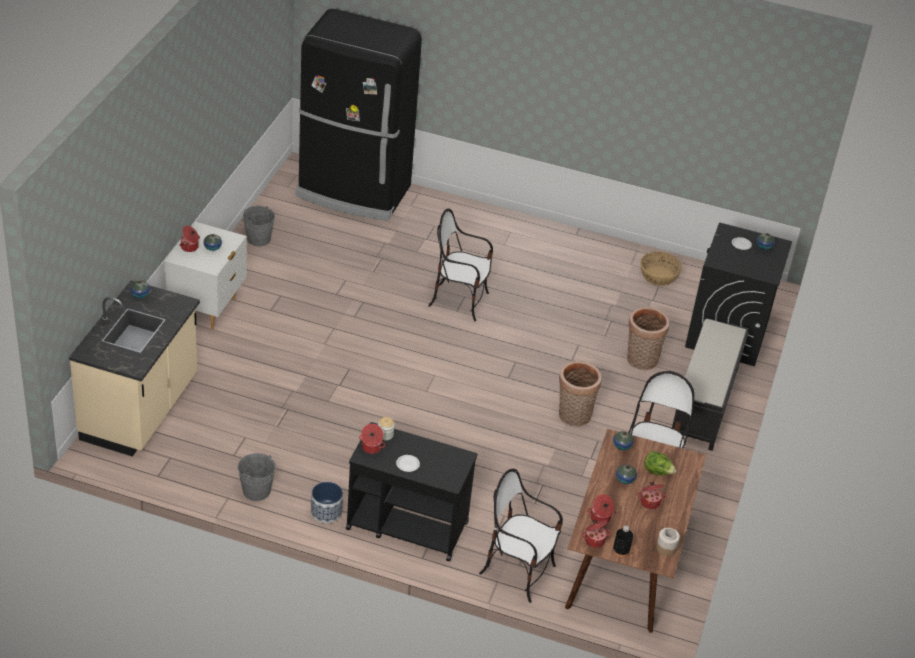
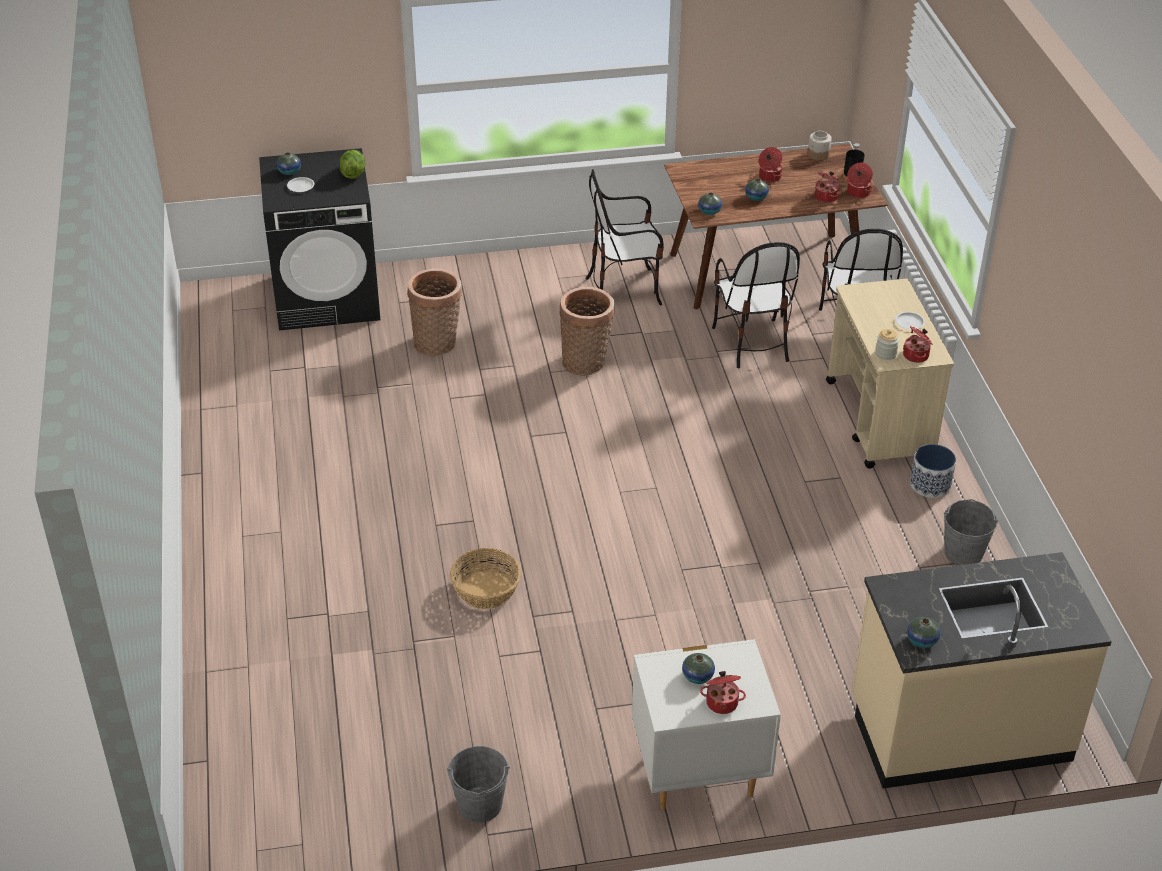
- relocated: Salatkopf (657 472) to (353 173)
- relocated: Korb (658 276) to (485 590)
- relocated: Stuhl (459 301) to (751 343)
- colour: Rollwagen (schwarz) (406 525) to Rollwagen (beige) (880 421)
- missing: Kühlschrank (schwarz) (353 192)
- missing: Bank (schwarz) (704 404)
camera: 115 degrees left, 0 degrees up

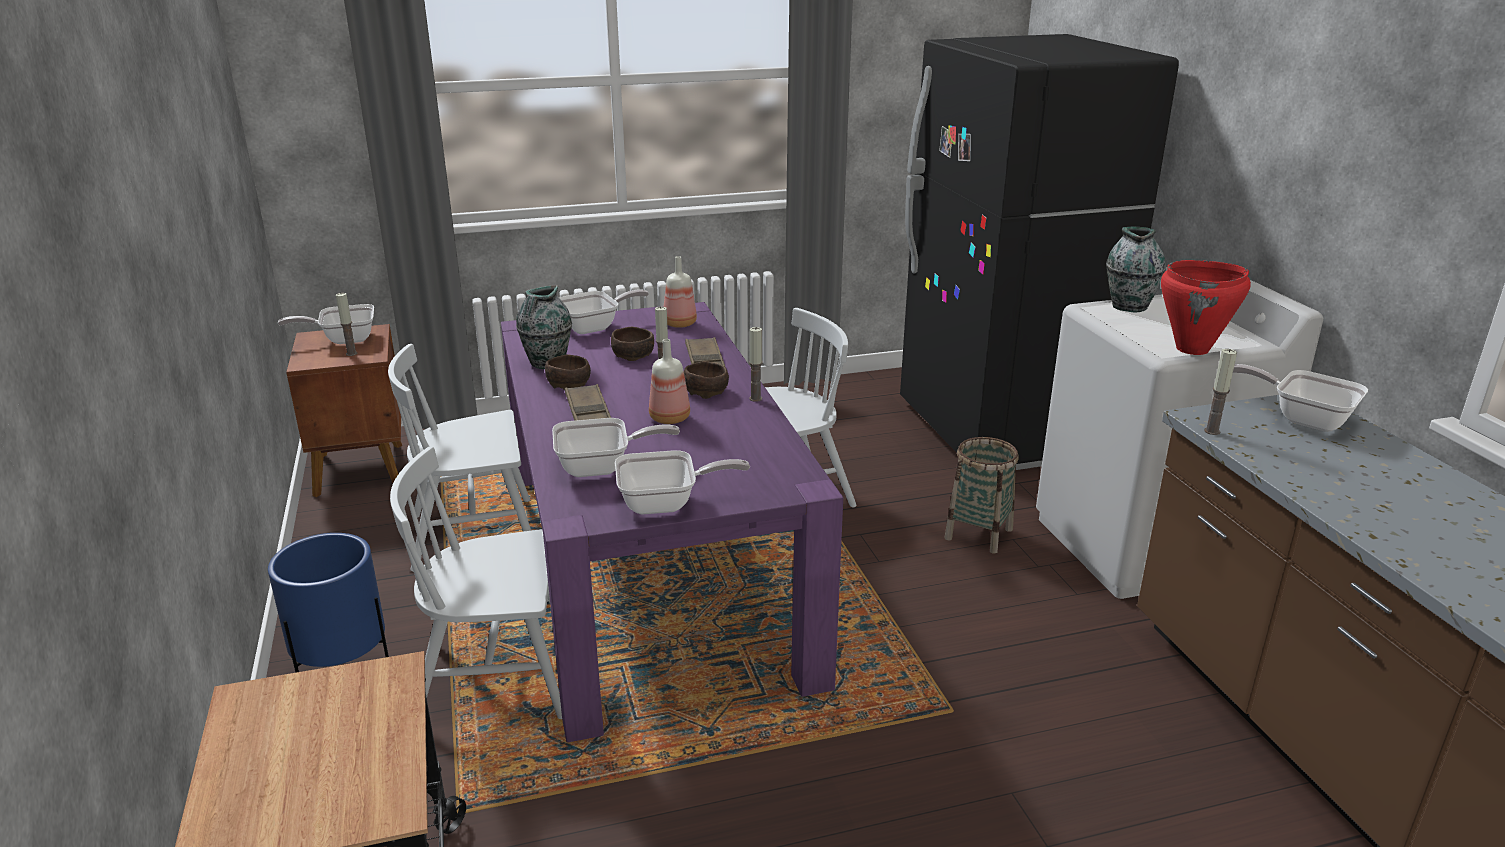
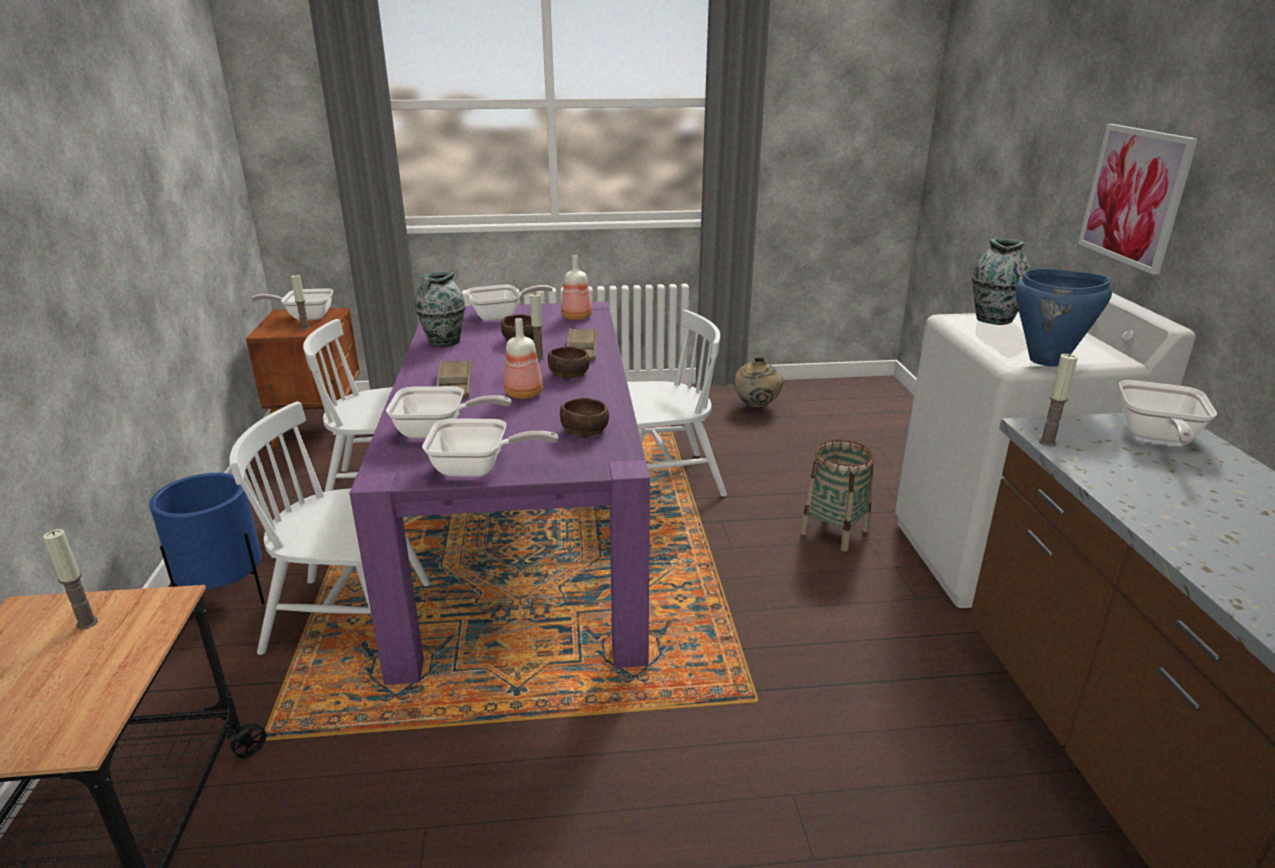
- relocated: Kerze (755 398) to (87 623)
- relocated: Schüssel (braun) (569 384) to (585 430)
- appeared: Vase (beige) (756 406)
- colour: Kochtopf (rot) (1193 349) to Kochtopf (blau) (1047 361)
- appeared: Bild (1135 196)
- spun: Pfanne (1303 418) = (1155 437) 120 degrees counterclockwise
- missing: Kühlschrank (schwarz) (999 430)
camera: 10 degrees right, 0 degrees up

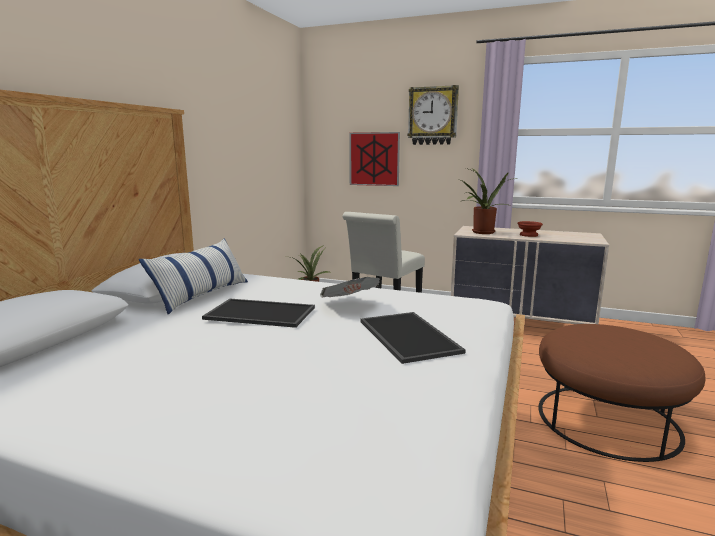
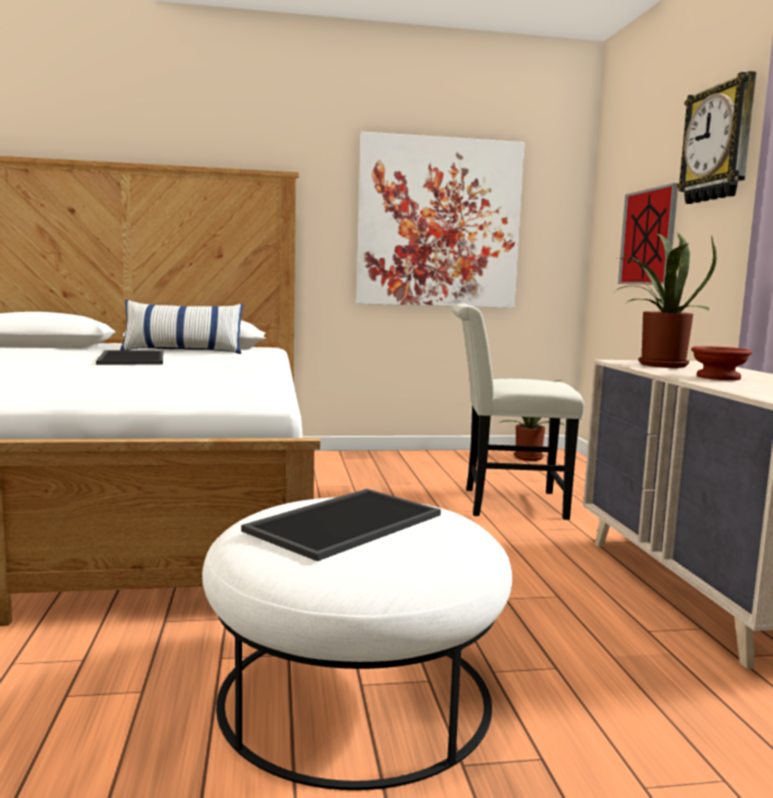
- colour: Polsterhocker (braun) (607 419) to Polsterhocker (weiß) (356 695)
- relocated: Tablett (406 336) to (344 521)
- appeared: Bild (439 223)
- missing: Zeitung (349 304)
camera: 60 degrees right, 5 degrees down

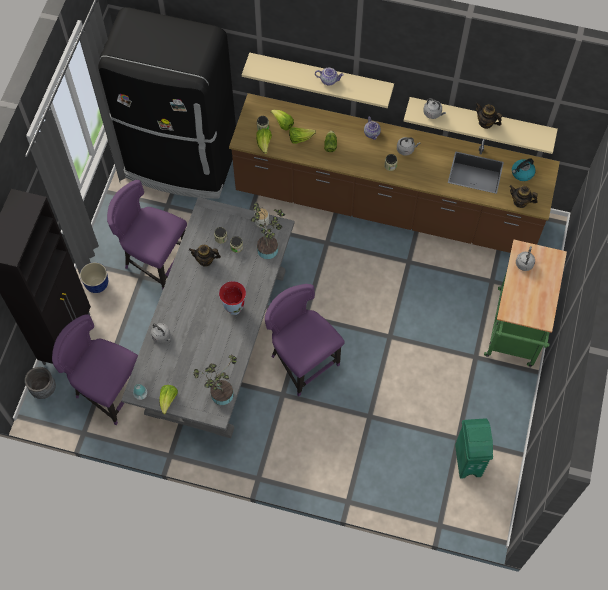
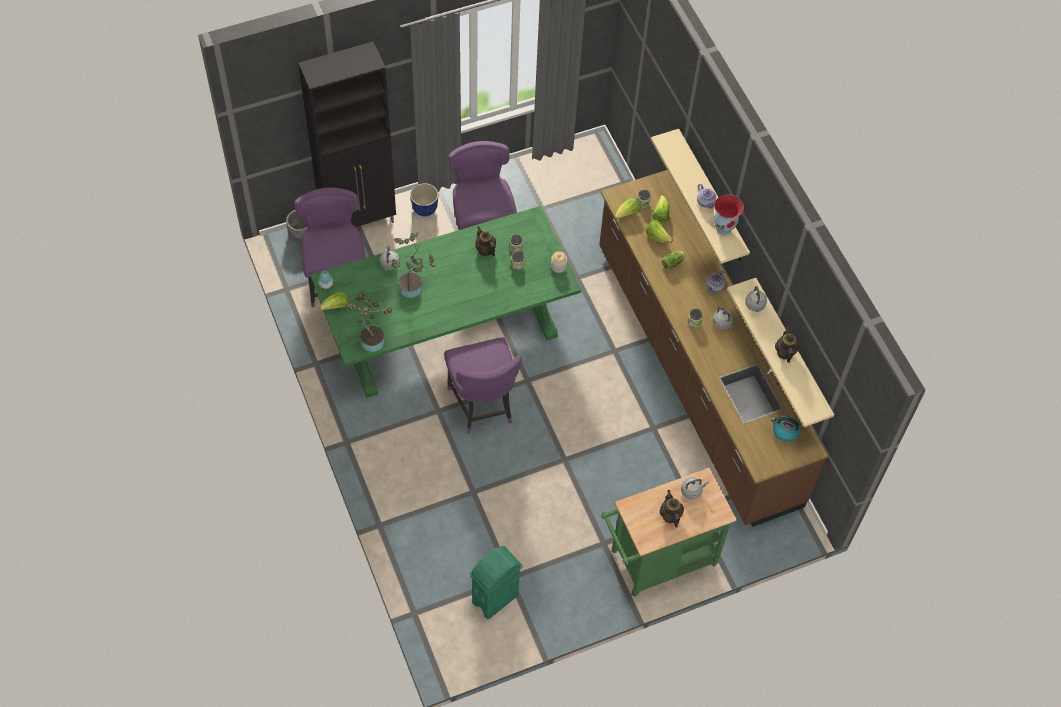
- colour: Esstisch (grau) (217 341) to Esstisch (grün) (446 329)
- relocated: Topfpflanze (269 248) to (413 288)
- spun: Stuhl (lila) (303 361) = (482 406) 150 degrees clockwise
- relocated: Teekanne (520 202) to (670 516)
- relocated: Vase (234 308) to (724 228)
- missing: Kühlschrank (schwarz) (181 162)
camera: 50 degrees right, 5 degrees down

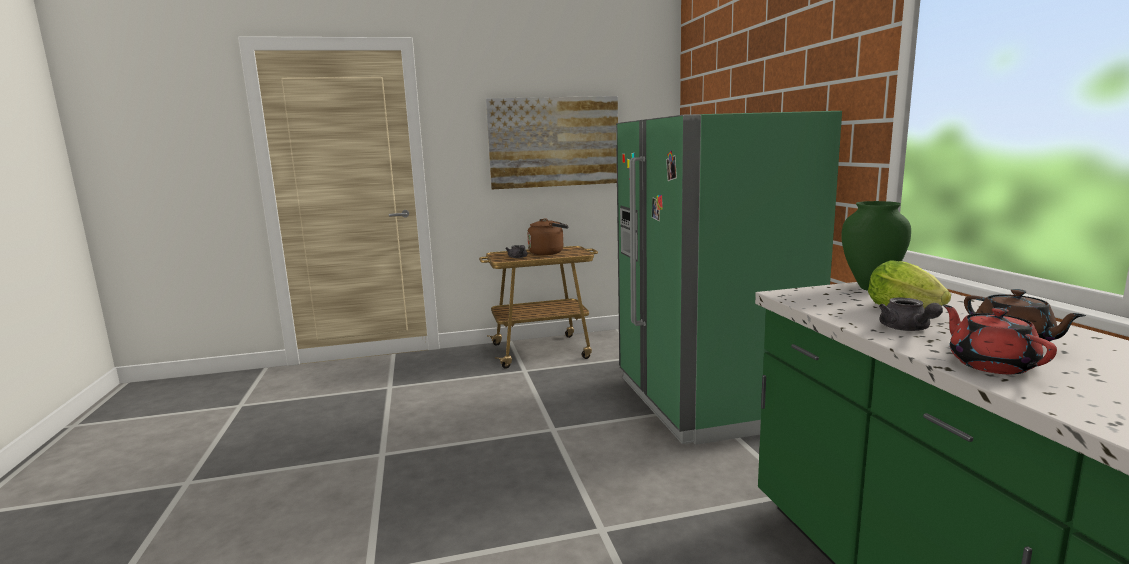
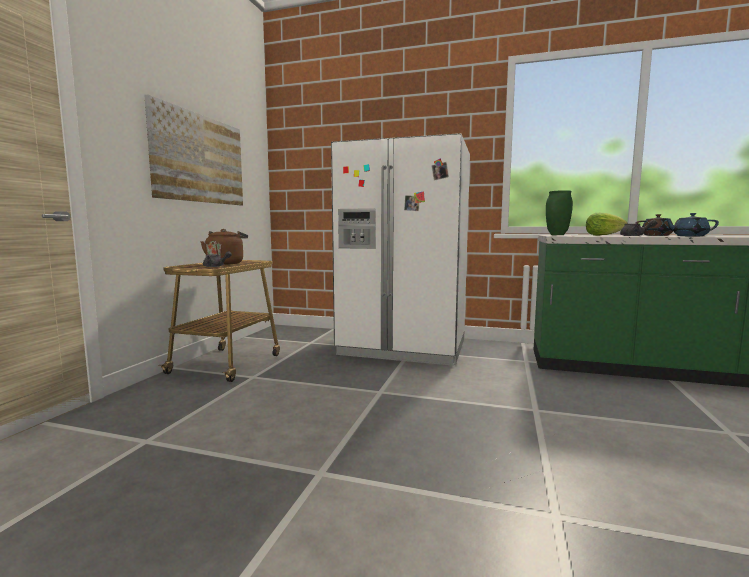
- colour: Kühlschrank (grün) (709 400) to Kühlschrank (weiß) (403 348)
- colour: Teekanne (rot) (990 364) to Teekanne (blau) (689 236)
camera: 60 degrees left, 5 degrees down

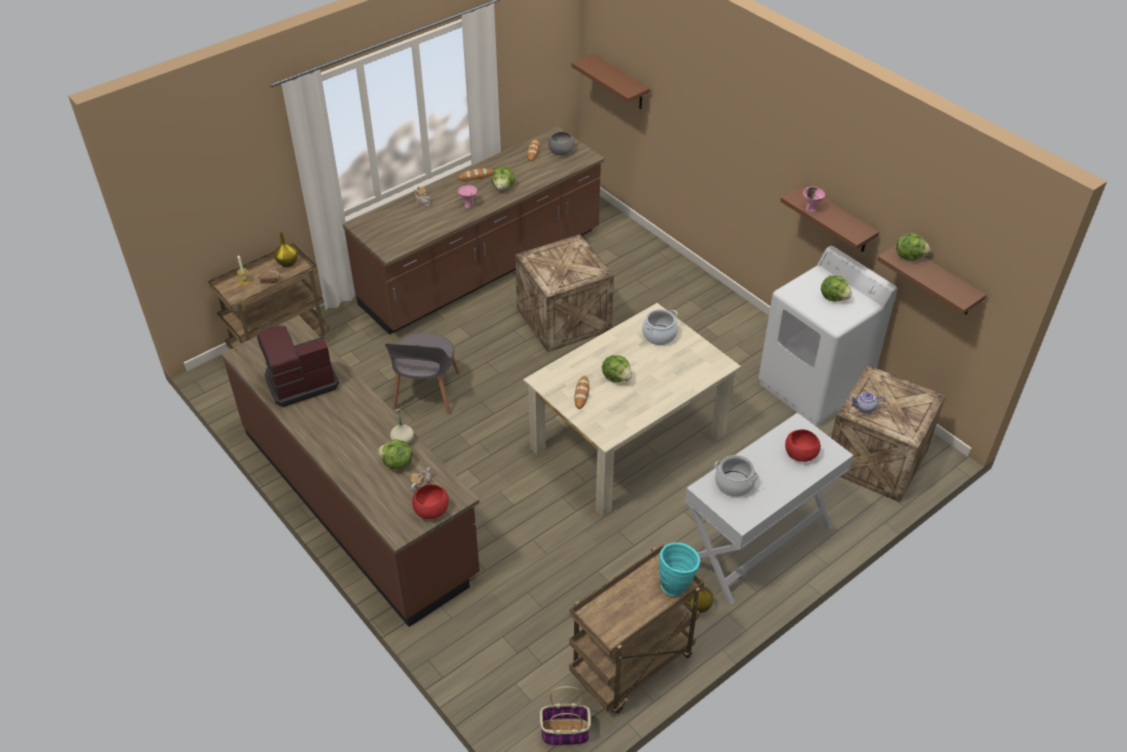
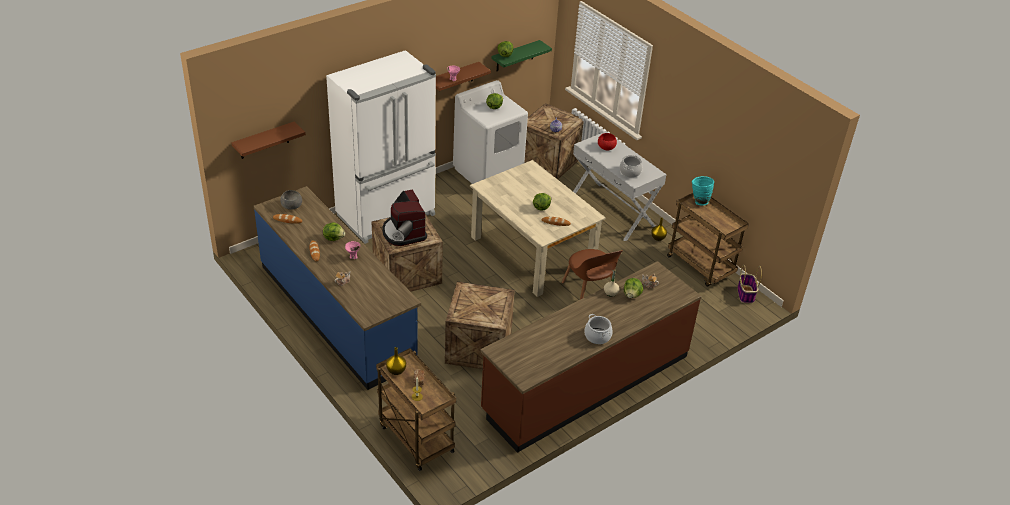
- colour: Küchenzeile (braun) (483 269) to Küchenzeile (blau) (337 313)
- appeared: Kühlschrank (weiß) (387 216)
- relocated: Kaffeemaschine (300 381) to (403 232)
- exchanged: Stuhl (grau) (426 393) to Kiste (479 348)
- colour: Wandregal (braun) (938 281) to Wandregal (grün) (515 56)
- appeared: Stuhl (braun) (589 293)
- relocated: Kochtopf (659 335) to (597 336)
- missing: Schüssel (rot) (431 509)
camera: 90 degrees left, 5 degrees down

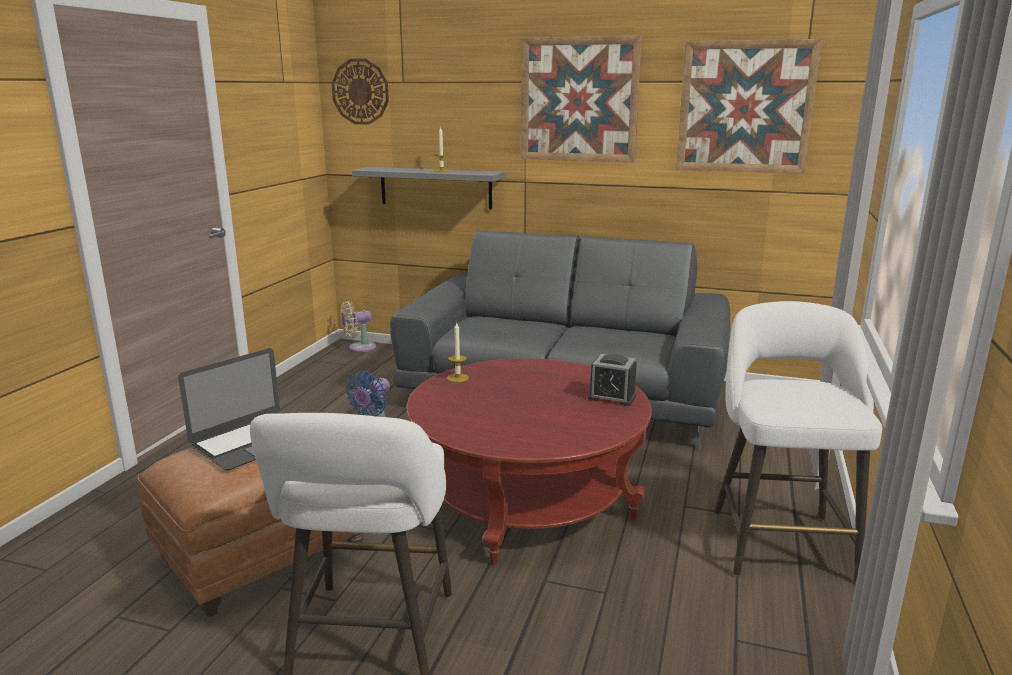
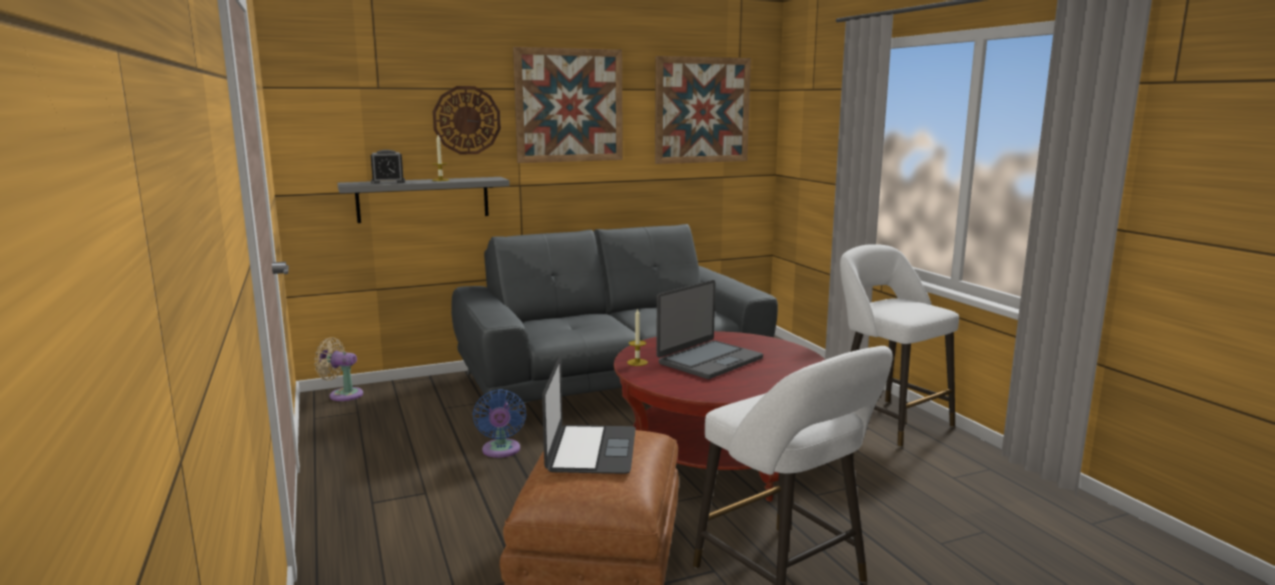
- spun: Ventilator (beige) (359 348) = (342 394) 75 degrees clockwise
- relocated: Wecker (612 397) to (388 182)
- relocated: Wanduhr (360 91) to (466 120)
- appeared: Laptop (709 360)
camera: 40 degrees left, 5 degrees down

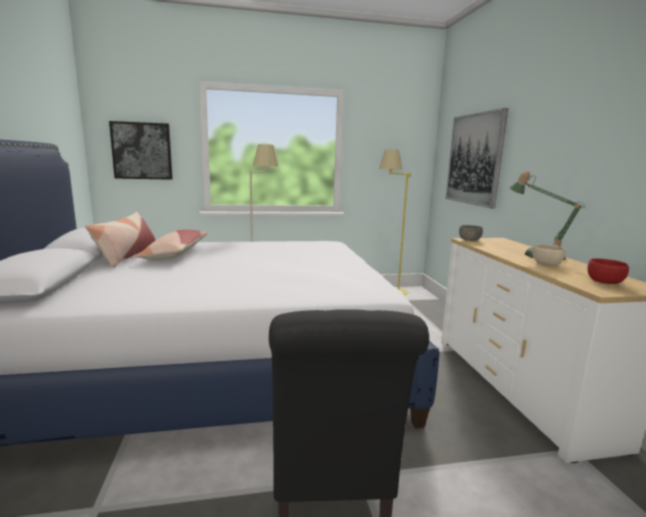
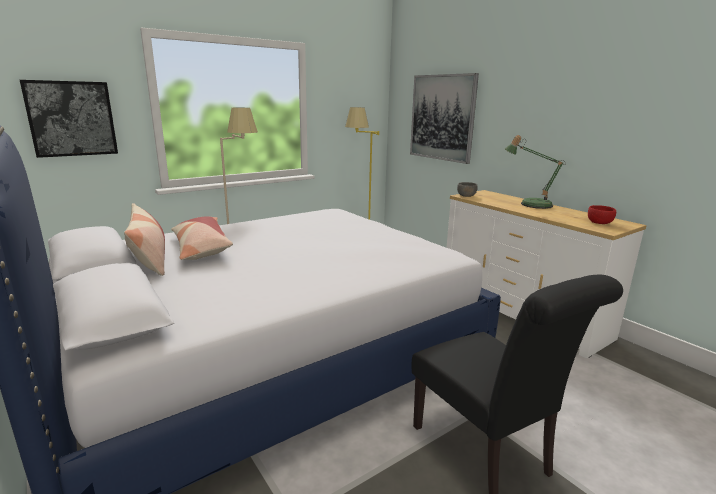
- missing: Schüssel (beige) (546 264)
camera: 25 degrees left, 5 degrees up

